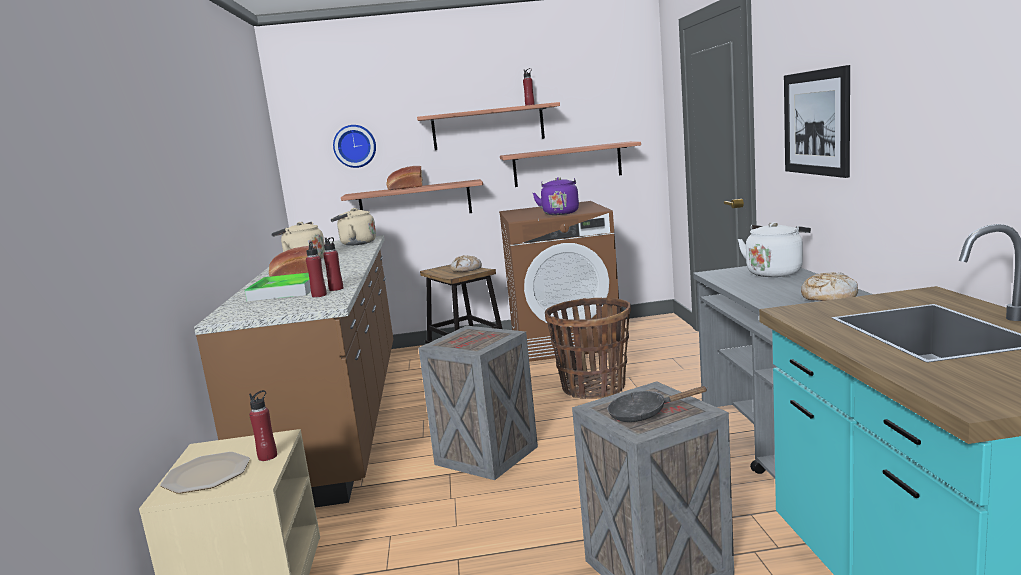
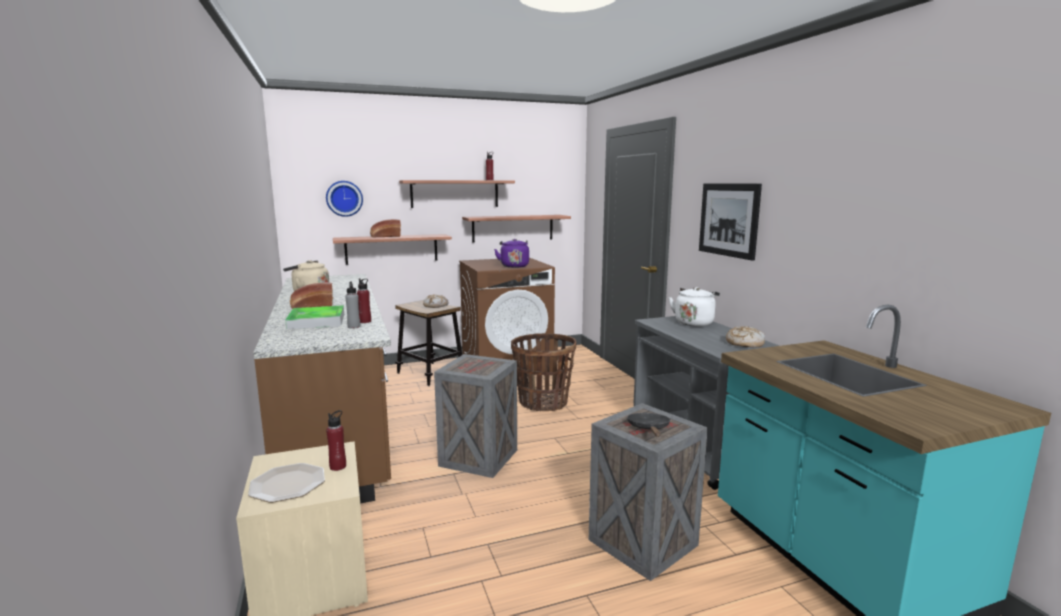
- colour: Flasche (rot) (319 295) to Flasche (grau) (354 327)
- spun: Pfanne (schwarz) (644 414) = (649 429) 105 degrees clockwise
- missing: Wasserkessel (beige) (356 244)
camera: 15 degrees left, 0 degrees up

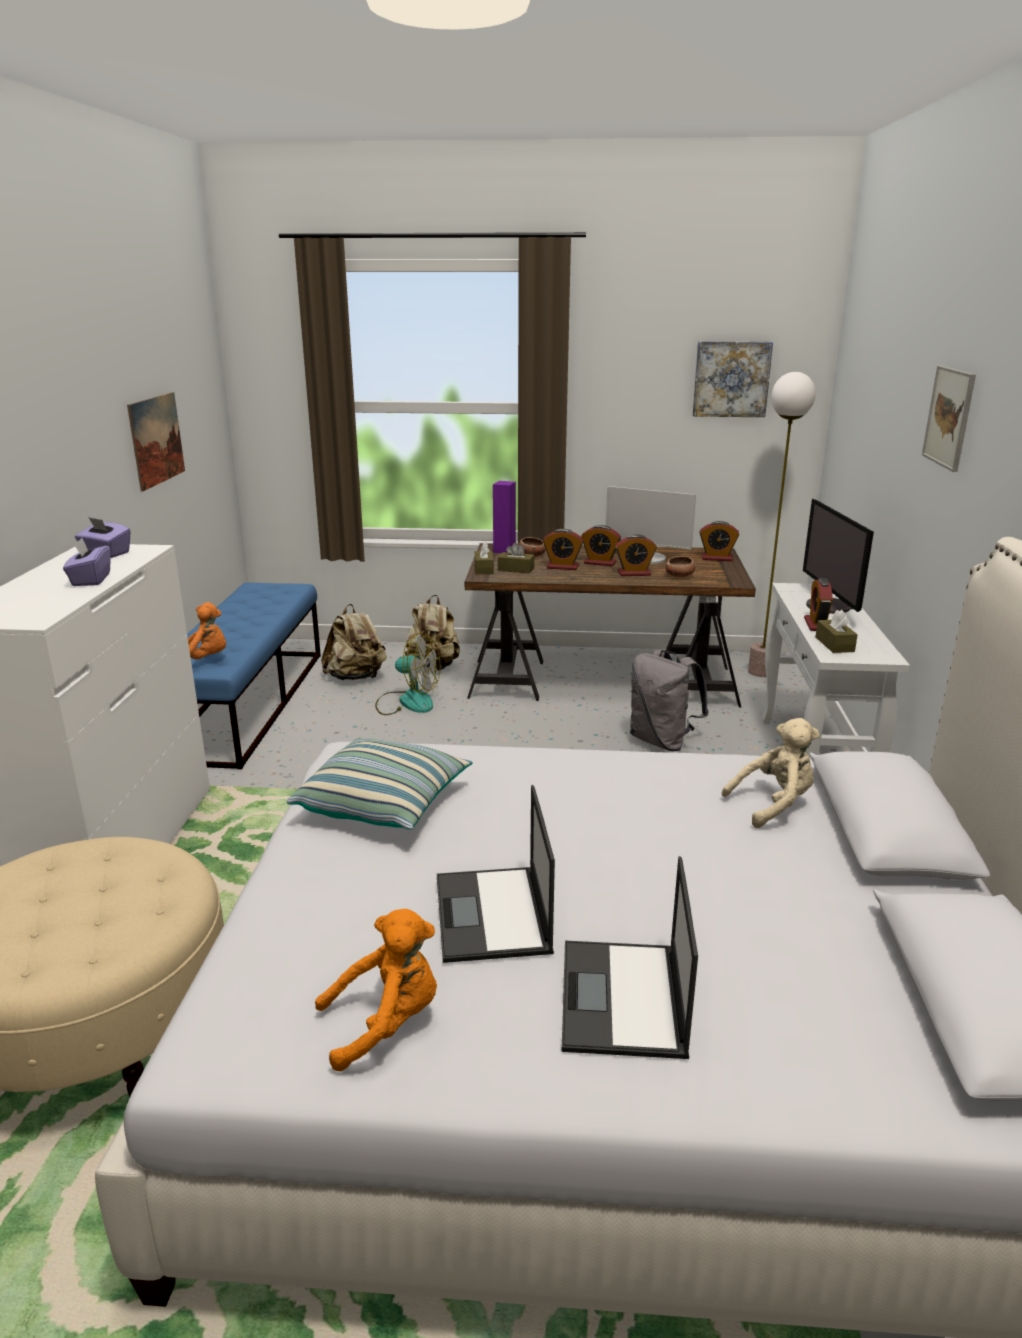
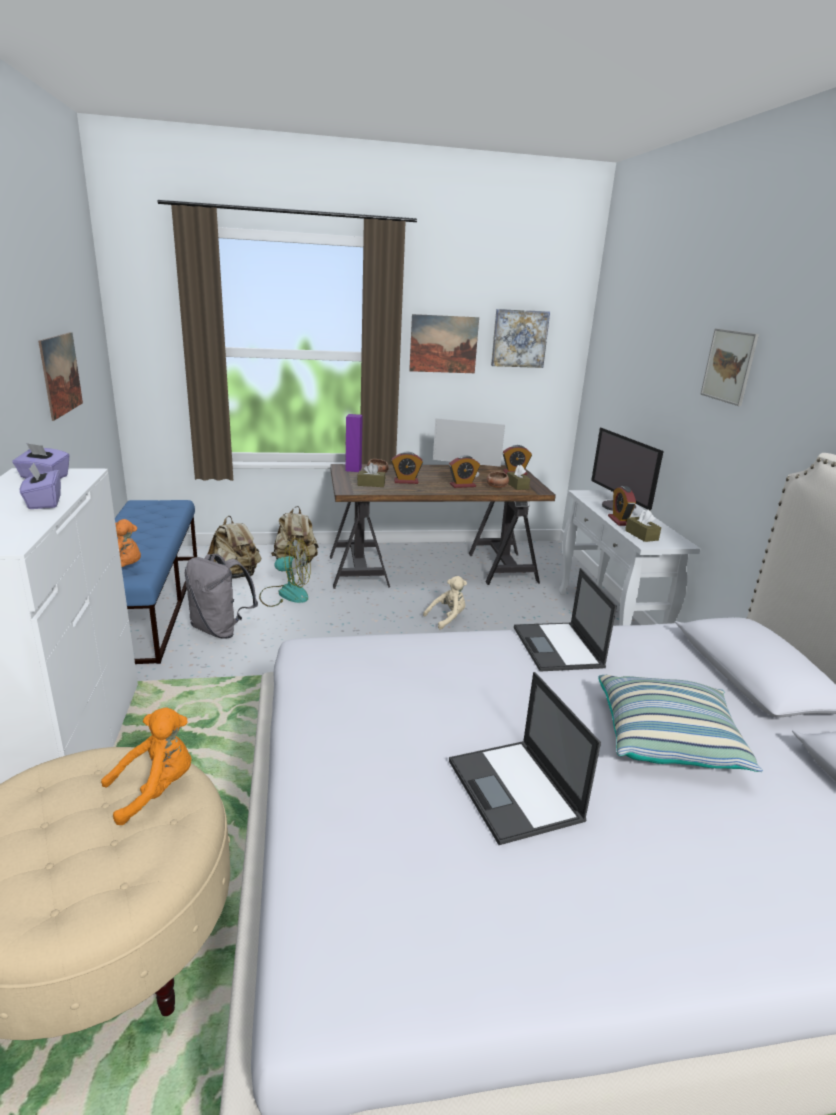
- relocated: Plüschtier (orange) (386 1023) to (156 789)
- relocated: Rucksack (grau) (662 741) to (220 630)
- appeared: Bild (443 344)
- relocated: Plüschtier (beige) (773 805) to (447 618)
- relocated: Taschentuchbox (braun) (484 569) to (517 486)
- relocated: Laptop (623 1000) to (558 648)
- relocated: Kissen (384 804) to (668 740)
- missing: Wecker (600 563)
- missing: Stehlampe (761 672)
camera: 15 degrees left, 0 degrees up

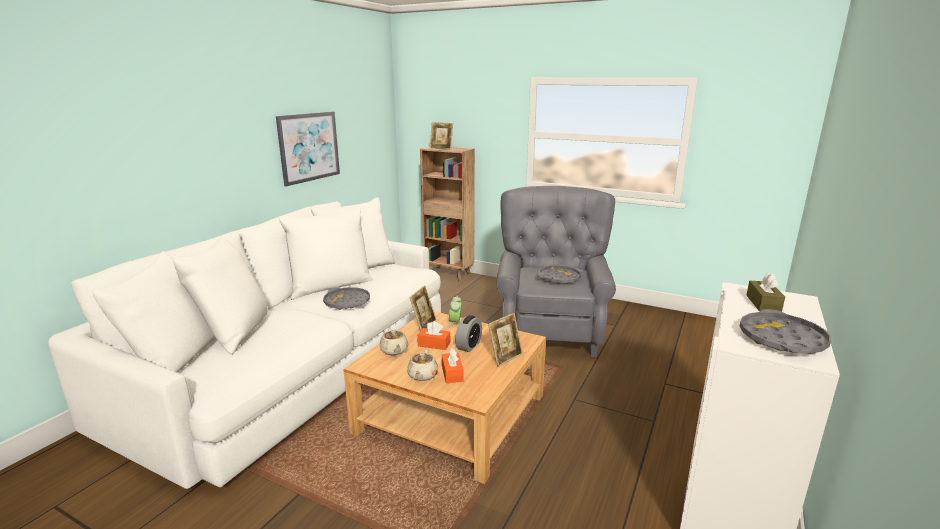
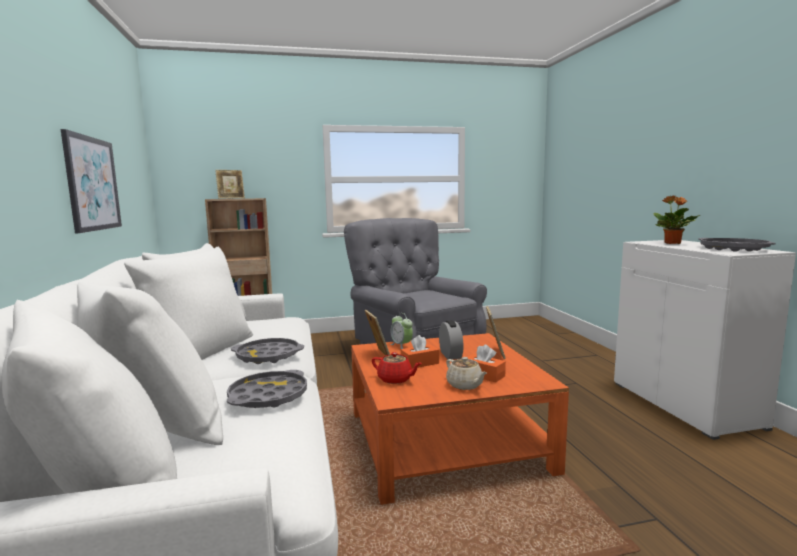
- relocated: Tablett (grau) (559 278) to (268 396)
- colour: Couchtisch (beige) (451 414) to Couchtisch (orange) (445 441)
- colour: Teekanne (beige) (394 351) to Teekanne (rot) (395 379)
- exchanged: Taschentuchbox (braun) (763 303) to Topfpflanze (672 243)
camera: 40 degrees left, 10 degrees down

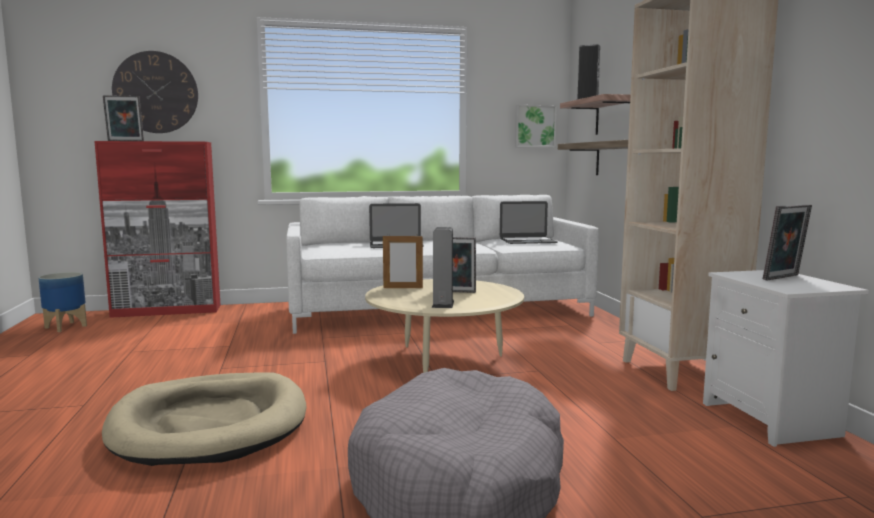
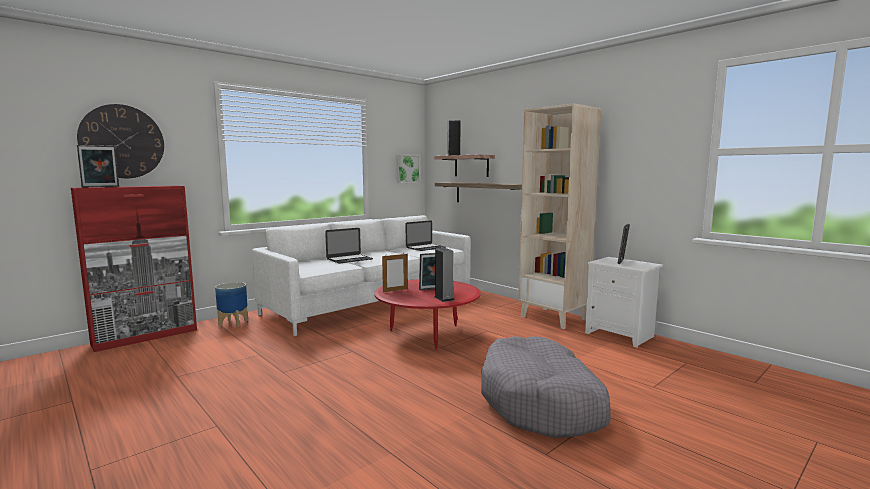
- relocated: Pflanzkübel (66 327) to (233 323)
- colour: Couchtisch (beige) (444 360) to Couchtisch (rot) (427 335)
- missing: Hundebett (beige) (210 424)
camera: 30 degrees left, 0 degrees up

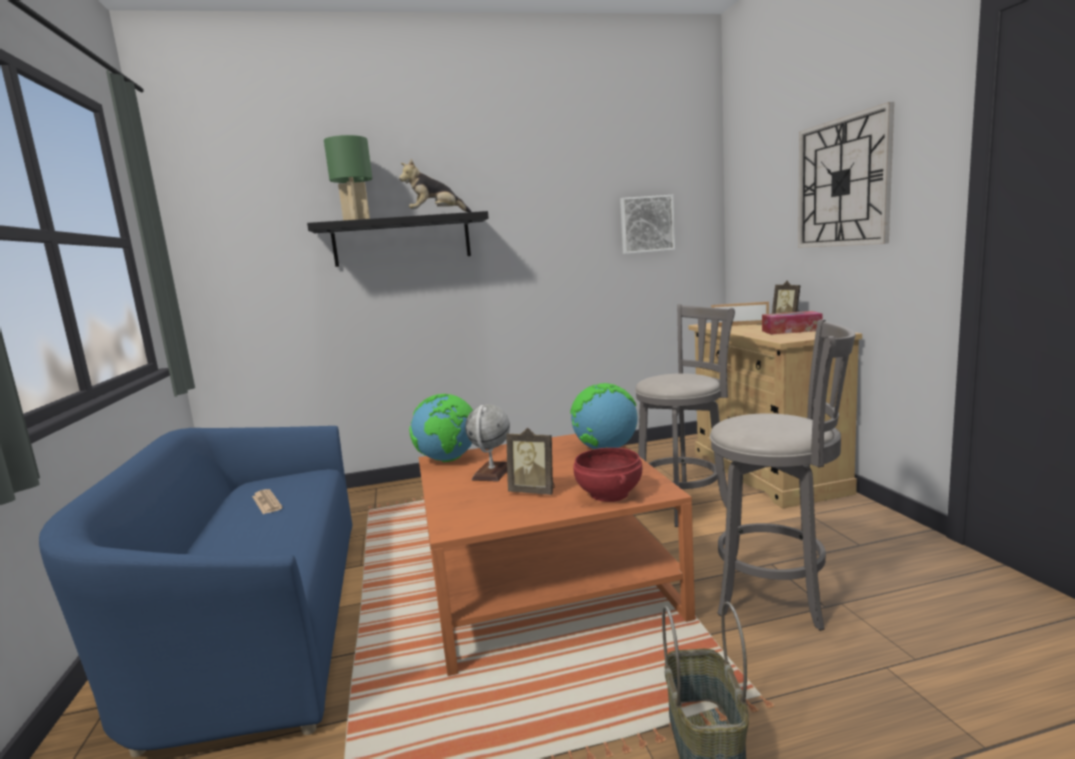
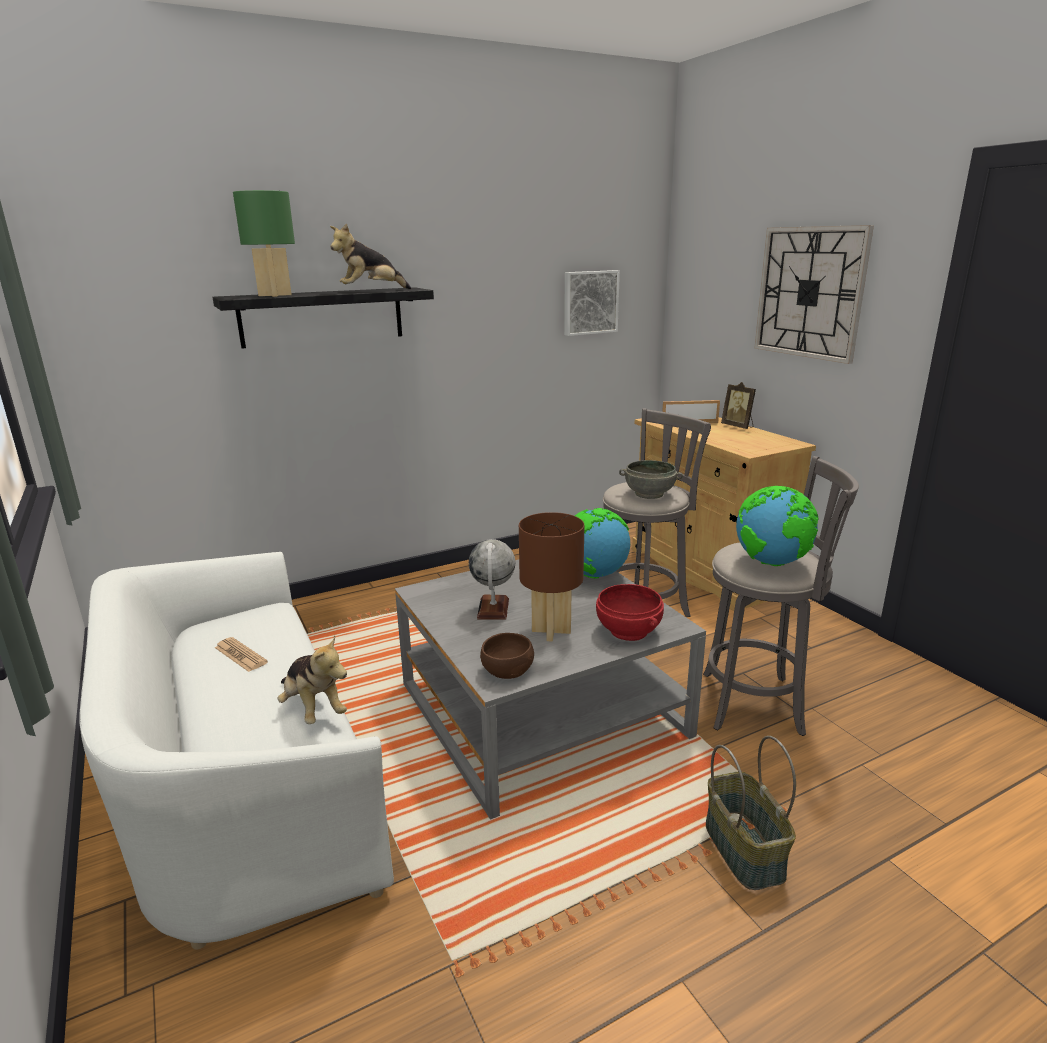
- colour: Sofa (blau) (255 623) to Sofa (weiß) (245 786)
- appeared: Plüschtier (313 709)
- colour: Couchtisch (orange) (545 582) to Couchtisch (grau) (541 709)
- appeared: Schüssel (braun) (507 670)
- exchanged: Bilderrahmen (534 491) to Tischlampe (braun) (552 631)
- appeared: Schüssel (grau) (649 494)
- relocated: Globus (448 460) to (772 563)
- missing: Taschentuchbox (791 331)
camera: 15 degrees left, 10 degrees up

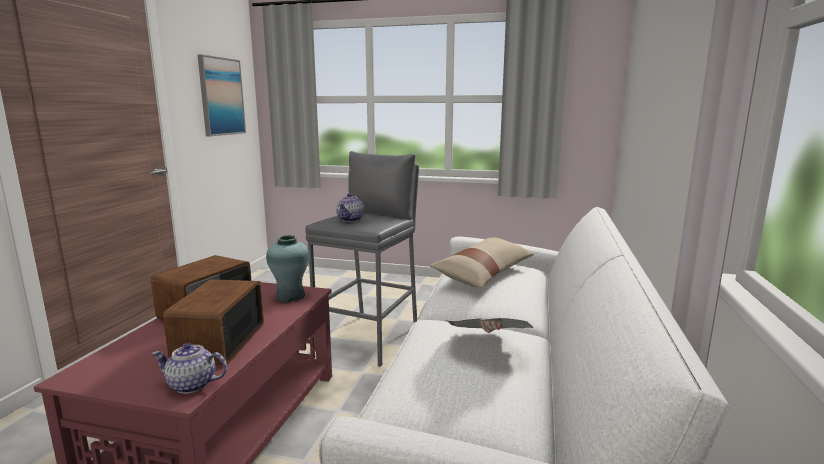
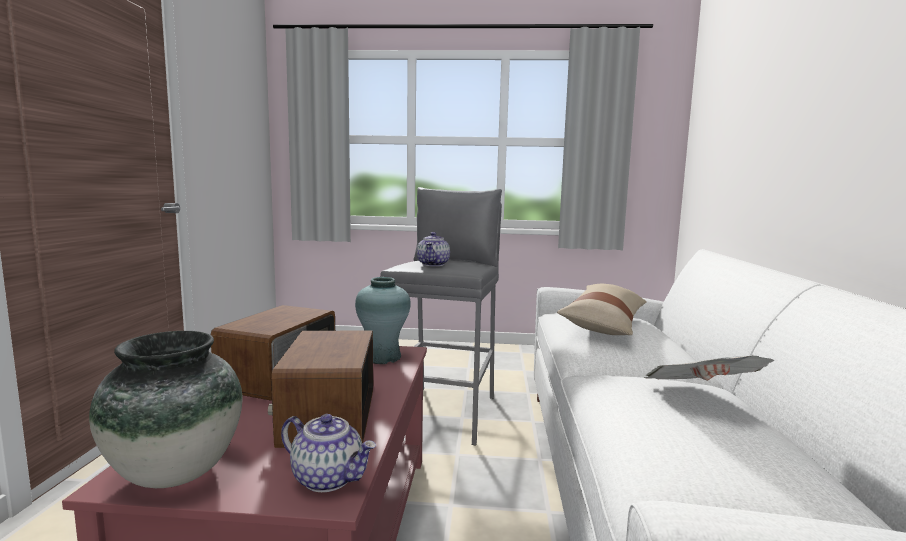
- appeared: Vase (176 474)
- spun: Teekanne (191 385) = (329 478) 150 degrees counterclockwise
- missing: Bild (221 96)
camera: 10 degrees left, 5 degrees down

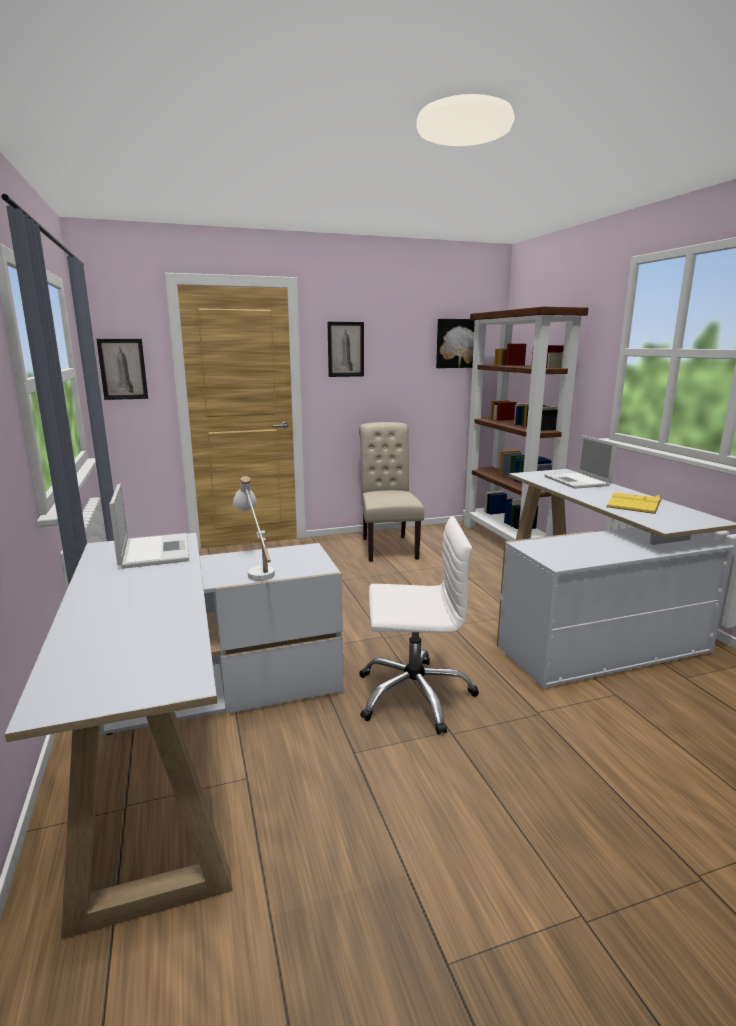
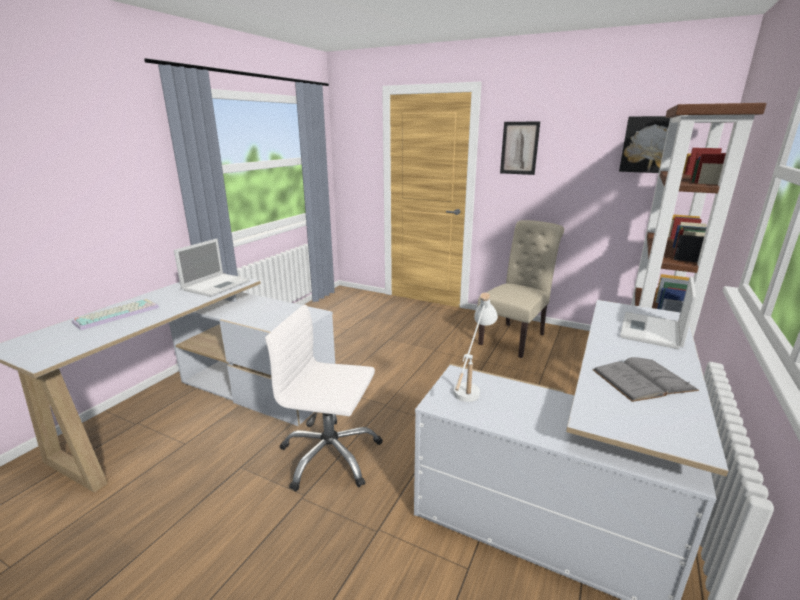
- appeared: Tastatur (118 314)
- spun: Bürostuhl (weiß) (414 695) = (330 456) 150 degrees clockwise
- relocated: Tischlampe (weiß) (257 568) to (471 384)
- colour: Buch (gelb) (634 503) to Buch (grau) (643 380)
- missing: Bild (123 369)
camera: 45 degrees right, 5 degrees up

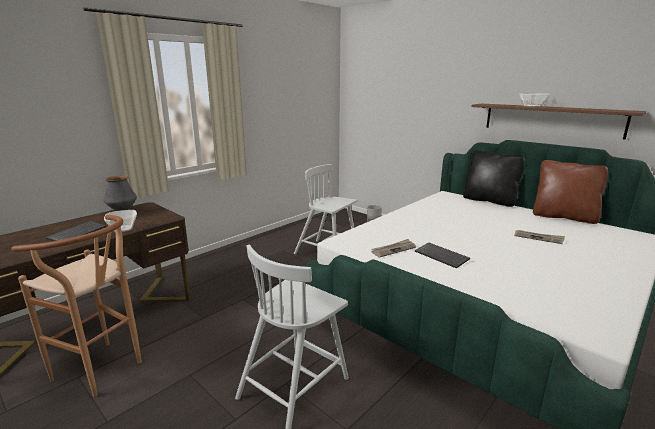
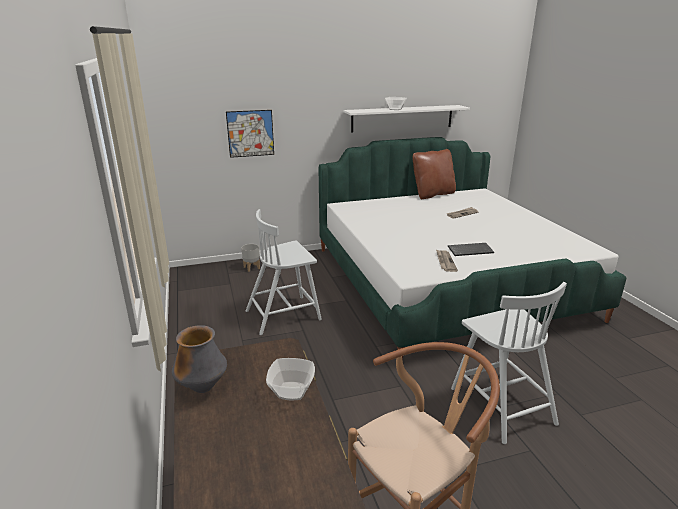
- appeared: Bild (250 133)
- colour: Wandregal (braun) (551 120) to Wandregal (weiß) (402 118)
- missing: Tastatur (77 233)
- missing: Kissen (schwarz) (489 200)
camera: 60 degrees left, 5 degrees up

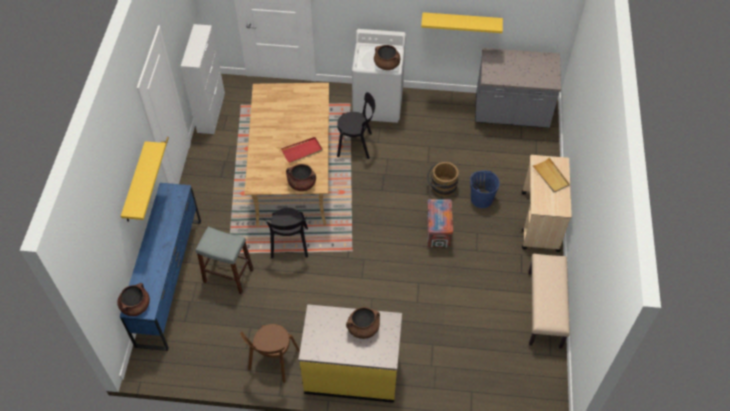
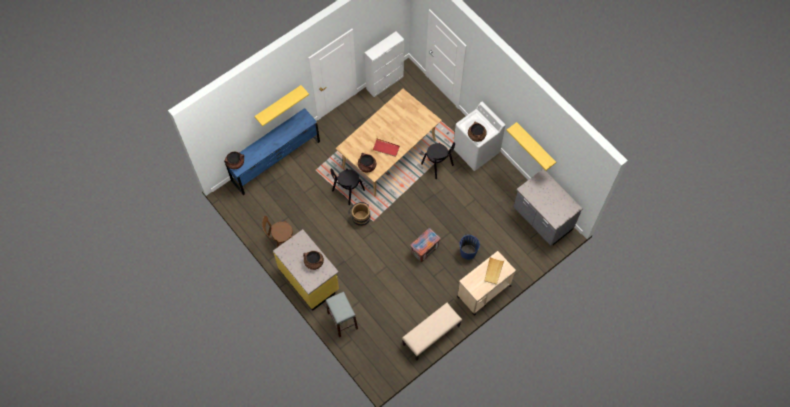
- relocated: Hocker (grau) (228 276) to (342 320)
- relocated: Eimer (braun) (441 187) to (360 217)
camera: 45 degrees right, 10 degrees up

